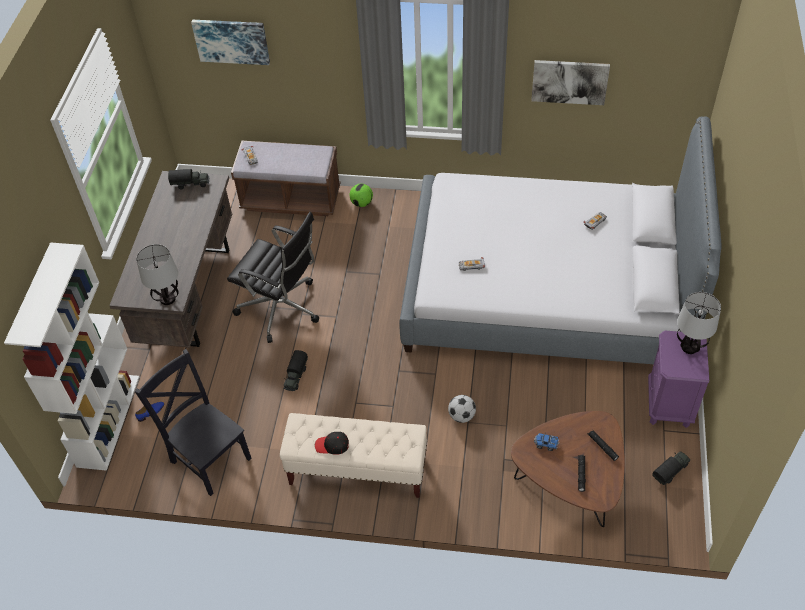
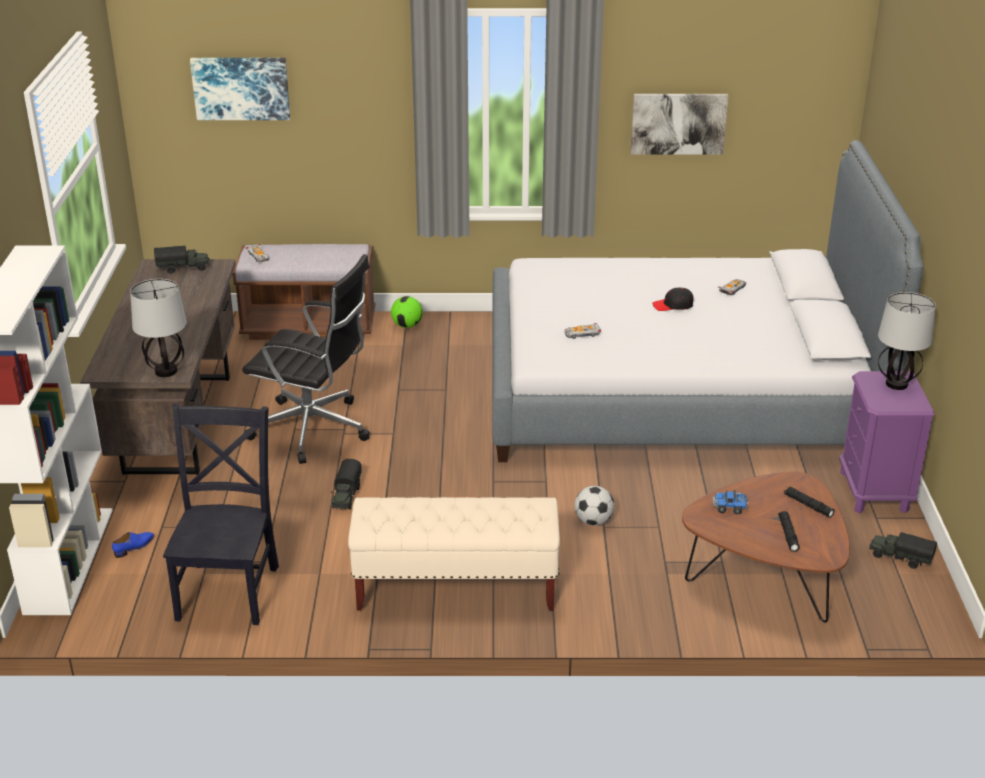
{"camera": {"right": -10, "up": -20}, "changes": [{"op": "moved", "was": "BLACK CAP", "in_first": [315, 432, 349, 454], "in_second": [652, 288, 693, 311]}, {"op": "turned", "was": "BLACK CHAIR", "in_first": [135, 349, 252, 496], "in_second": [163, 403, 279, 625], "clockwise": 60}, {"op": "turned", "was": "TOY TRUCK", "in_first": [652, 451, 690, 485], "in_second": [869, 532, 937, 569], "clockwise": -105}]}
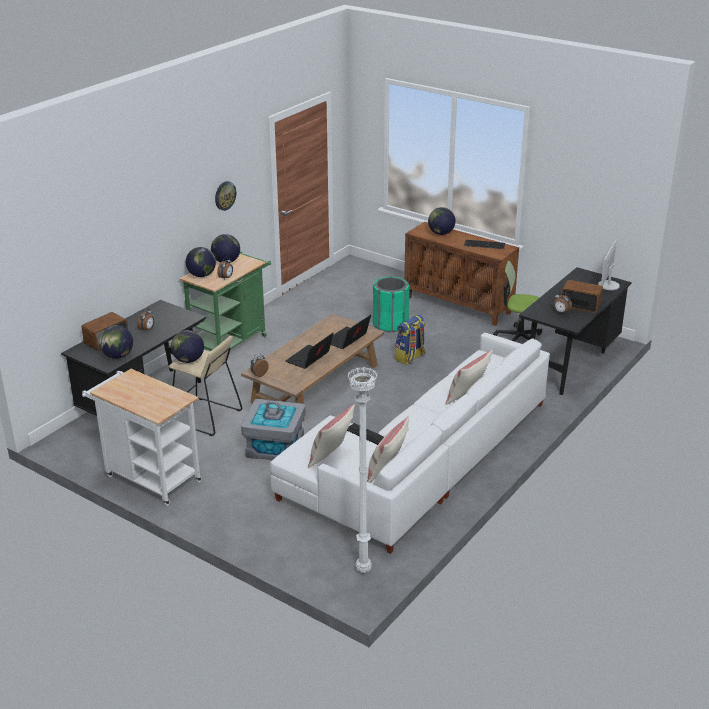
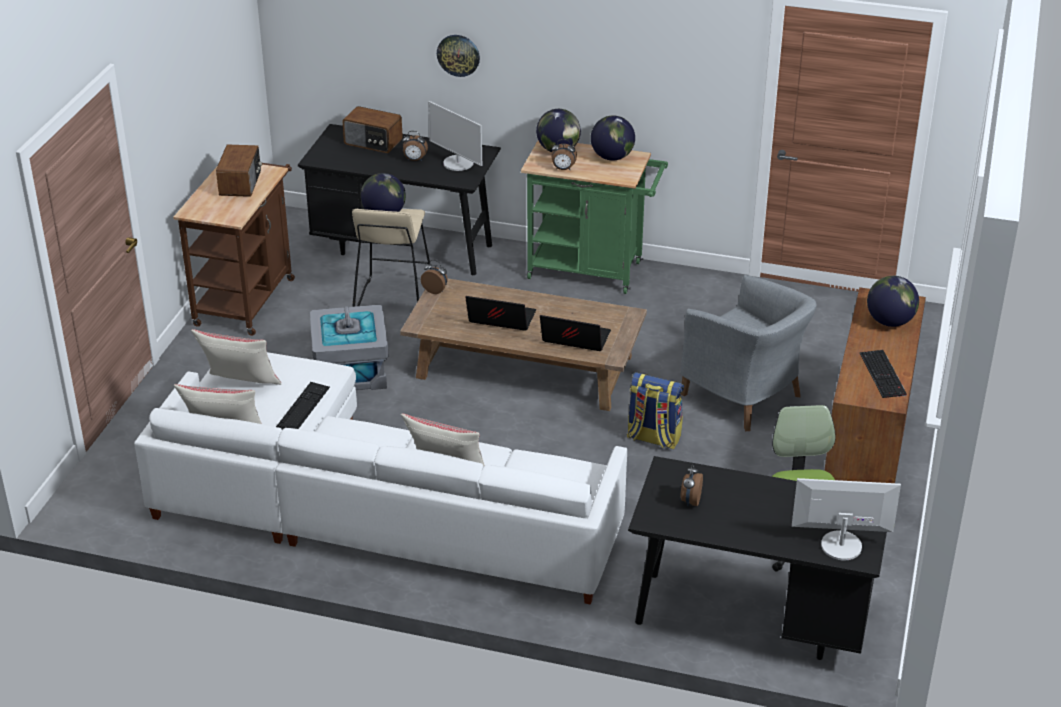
{"camera": {"right": 70, "up": 5}, "changes": [{"op": "removed", "was": "GLOBE", "in_first": [99, 325, 133, 359]}, {"op": "removed", "was": "WHITE FLOOR LAMP", "in_first": [347, 367, 378, 573]}, {"op": "added", "now": "MONITOR", "in_second": [428, 101, 482, 171]}, {"op": "moved", "was": "WALL CLOCK", "in_first": [215, 181, 236, 211], "in_second": [437, 35, 480, 77]}, {"op": "moved", "was": "RADIO", "in_first": [561, 280, 603, 313], "in_second": [216, 144, 262, 197]}, {"op": "replaced", "was": "GREEN TRASH CAN", "now": "GREY ARMCHAIR", "in_first": [373, 277, 409, 332], "in_second": [680, 275, 816, 431]}, {"op": "recoloured", "was": "WHITE CART", "now": "BROWN CART", "in_first": [82, 369, 202, 506], "in_second": [173, 163, 295, 336]}]}
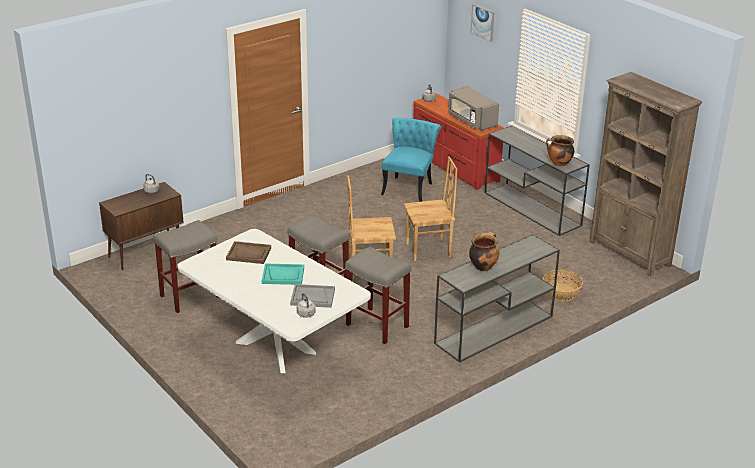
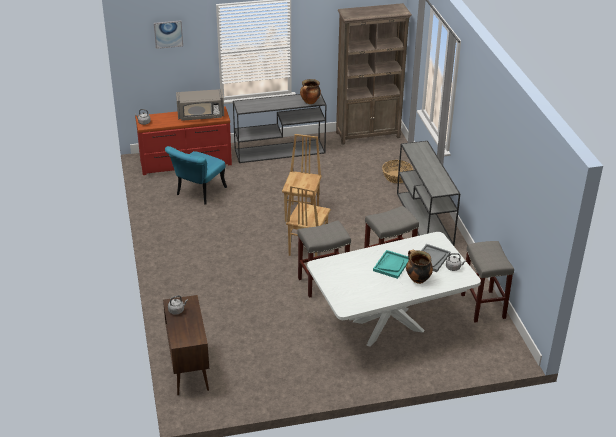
{"camera": {"right": -65, "up": 5}, "changes": [{"op": "removed", "was": "BROWN TRAY", "in_first": [226, 241, 271, 264]}, {"op": "moved", "was": "GREY STOOL", "in_first": [153, 220, 219, 313], "in_second": [461, 241, 514, 323]}, {"op": "moved", "was": "COOKING POT", "in_first": [469, 232, 499, 271], "in_second": [406, 250, 433, 284]}, {"op": "turned", "was": "TURQUOISE CHAIR", "in_first": [381, 117, 441, 202], "in_second": [165, 146, 227, 205], "clockwise": -105}]}
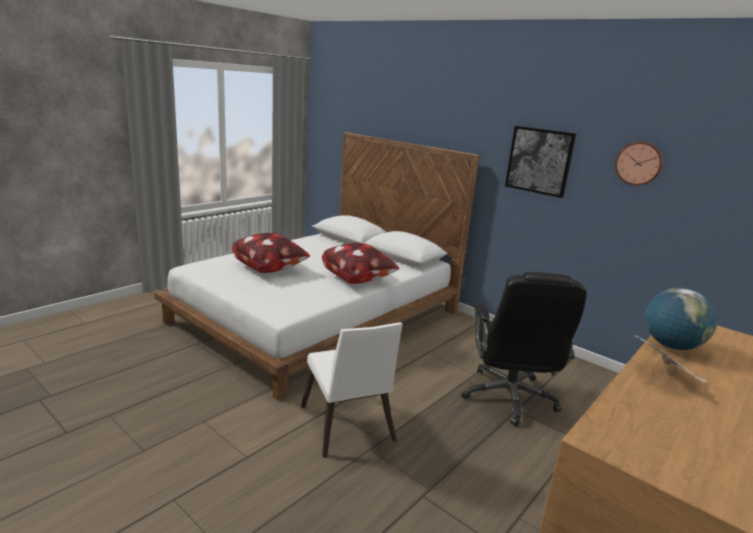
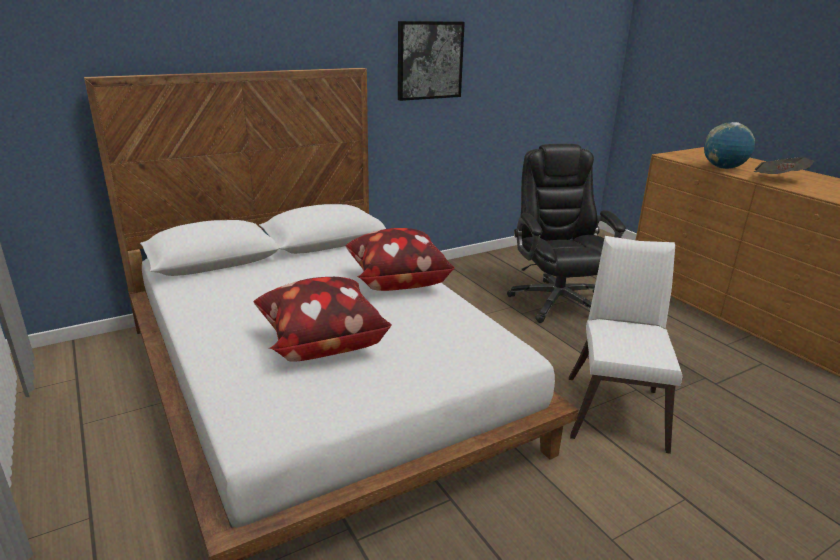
{"camera": {"right": -70, "up": 5}, "changes": [{"op": "removed", "was": "WALL CLOCK", "in_first": [615, 142, 663, 186]}, {"op": "turned", "was": "WHITE CHAIR", "in_first": [301, 322, 403, 458], "in_second": [569, 236, 683, 454], "clockwise": -75}, {"op": "turned", "was": "BLACK OFFICE CHAIR", "in_first": [461, 272, 587, 426], "in_second": [507, 144, 626, 323], "clockwise": -120}]}
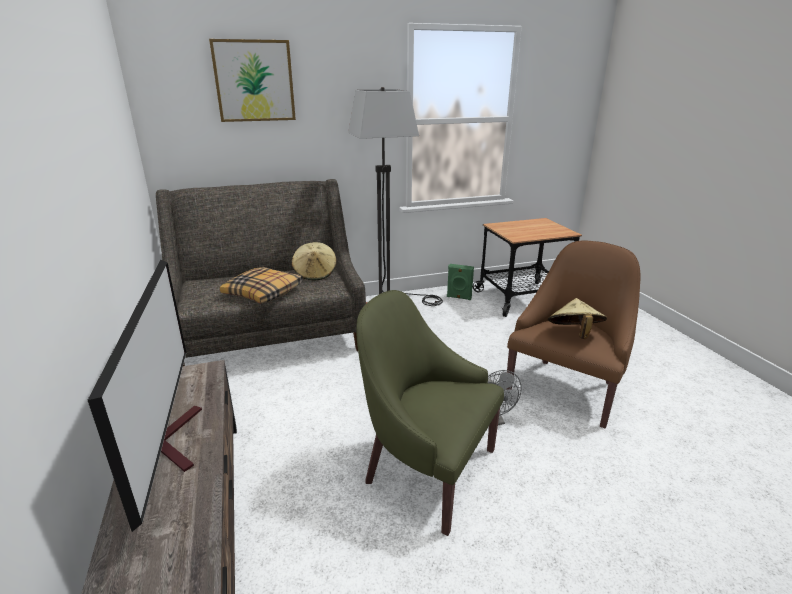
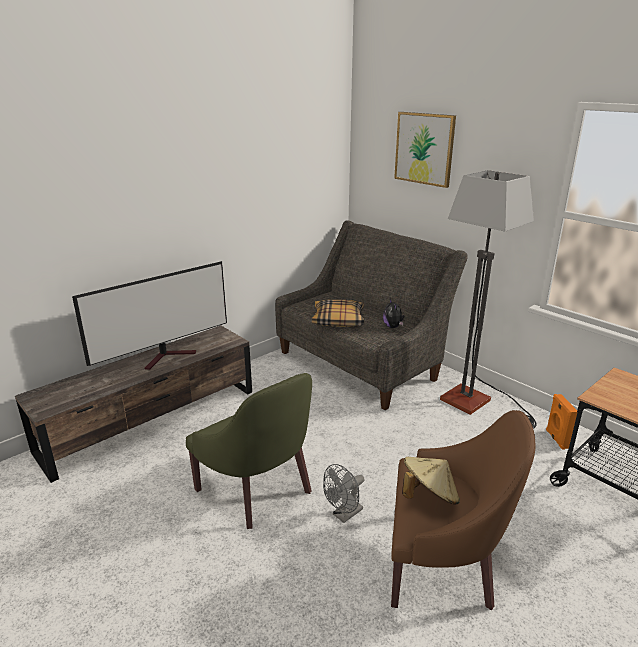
{"camera": {"right": 65, "up": 0}, "changes": [{"op": "replaced", "was": "BEIGE HAT", "now": "PLUSH TOY", "in_first": [291, 242, 337, 280], "in_second": [383, 299, 404, 328]}, {"op": "recoloured", "was": "GREEN SPEAKER", "now": "ORANGE SPEAKER", "in_first": [447, 264, 474, 300], "in_second": [546, 394, 577, 450]}, {"op": "turned", "was": "GREEN ARMCHAIR", "in_first": [356, 290, 504, 536], "in_second": [186, 373, 312, 529], "clockwise": 135}]}
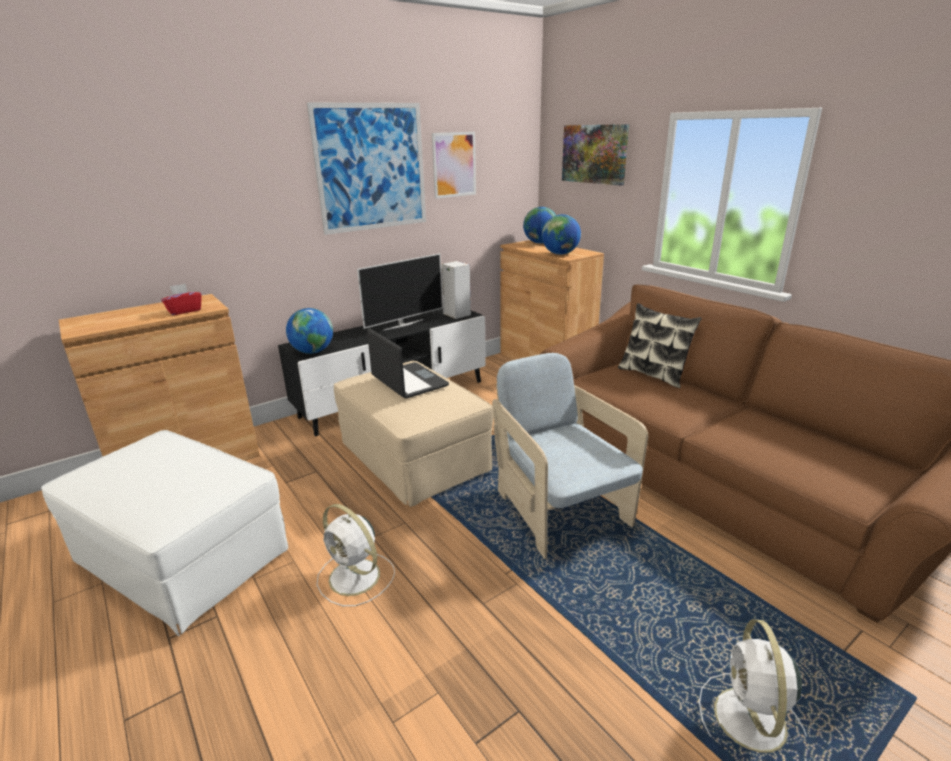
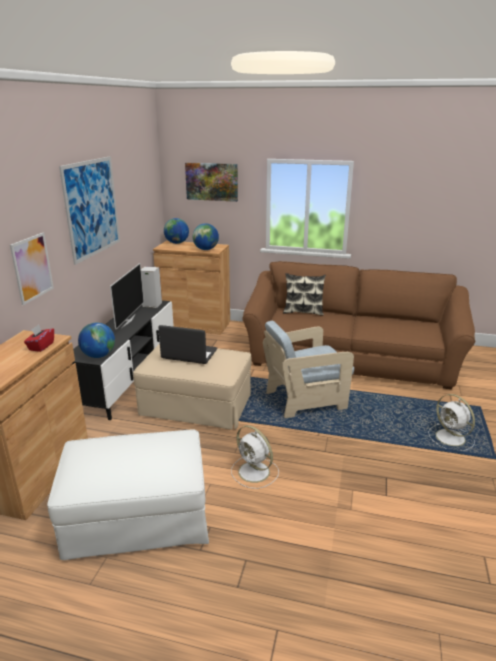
{"camera": {"right": -40, "up": 0}, "changes": [{"op": "moved", "was": "PICTURE", "in_first": [432, 132, 476, 199], "in_second": [10, 233, 54, 305]}, {"op": "turned", "was": "WHITE FAN", "in_first": [317, 504, 395, 606], "in_second": [231, 425, 279, 489], "clockwise": 45}, {"op": "turned", "was": "BEIGE ARMCHAIR", "in_first": [492, 353, 648, 559], "in_second": [263, 321, 354, 418], "clockwise": -45}]}
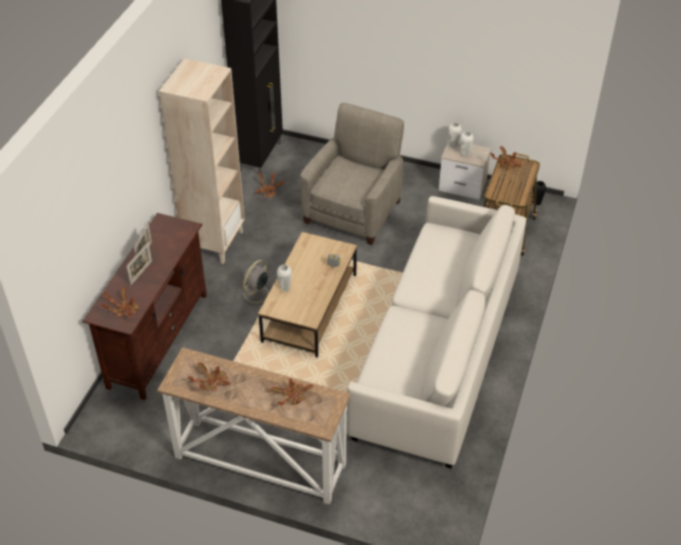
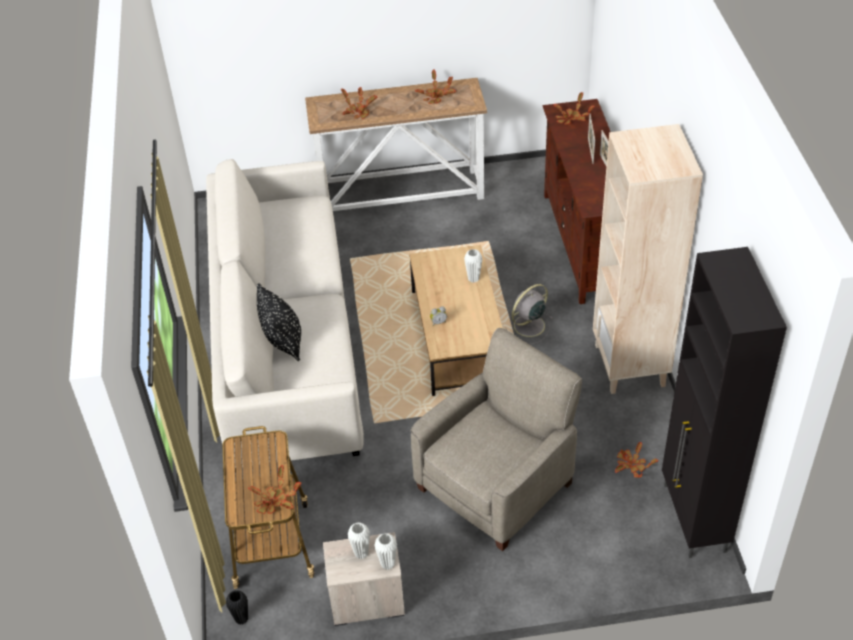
{"camera": {"right": 155, "up": 0}, "changes": [{"op": "added", "now": "BLACK PILLOW", "in_second": [257, 283, 301, 361]}, {"op": "turned", "was": "GREY FAN", "in_first": [238, 260, 274, 308], "in_second": [506, 284, 553, 344], "clockwise": -135}, {"op": "turned", "was": "BEIGE ARMCHAIR", "in_first": [300, 103, 404, 245], "in_second": [411, 328, 582, 551], "clockwise": -135}]}
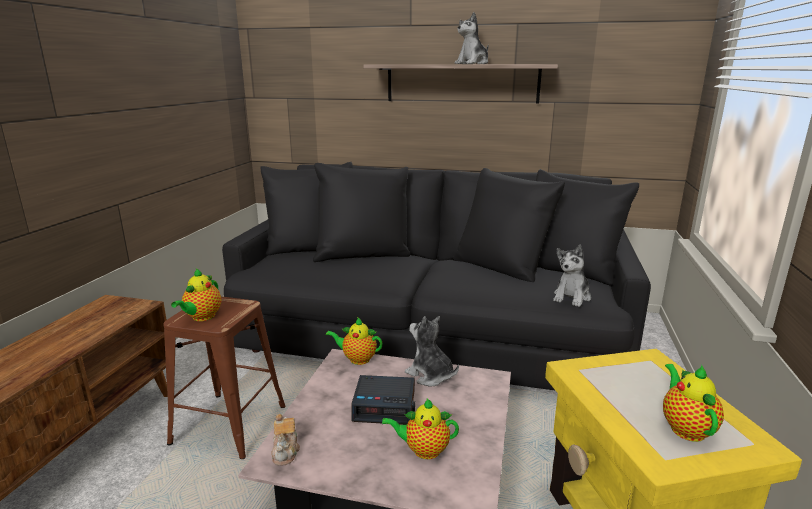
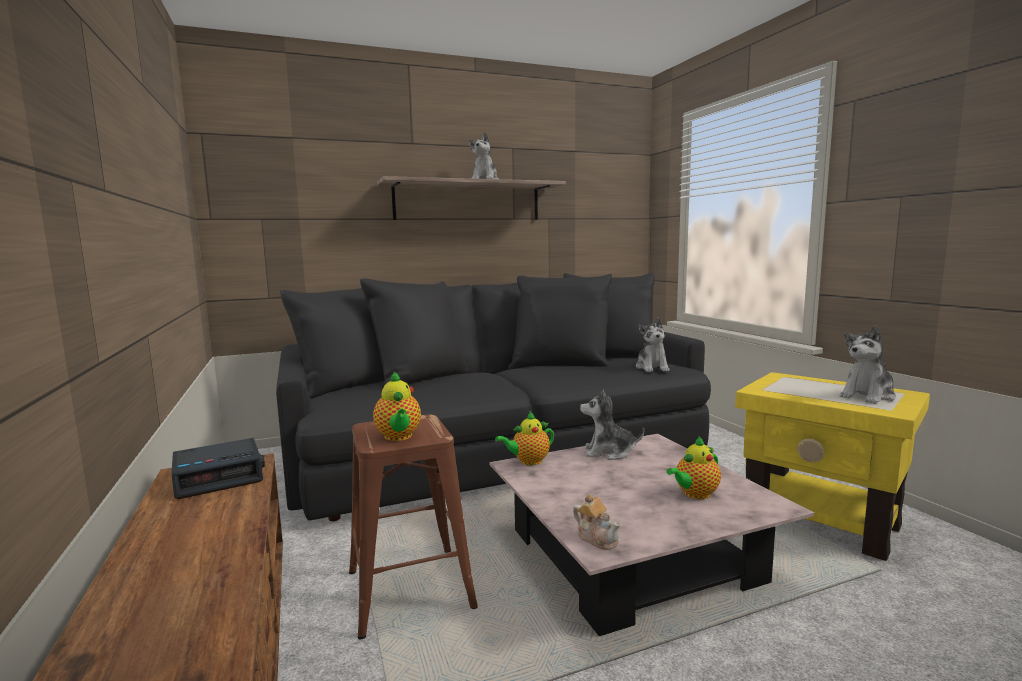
{"camera": {"right": -35, "up": -10}, "changes": [{"op": "moved", "was": "ALARM CLOCK", "in_first": [351, 375, 415, 425], "in_second": [171, 438, 265, 499]}, {"op": "replaced", "was": "TEAPOT", "now": "PLUSH TOY", "in_first": [663, 364, 724, 442], "in_second": [839, 326, 896, 404]}]}
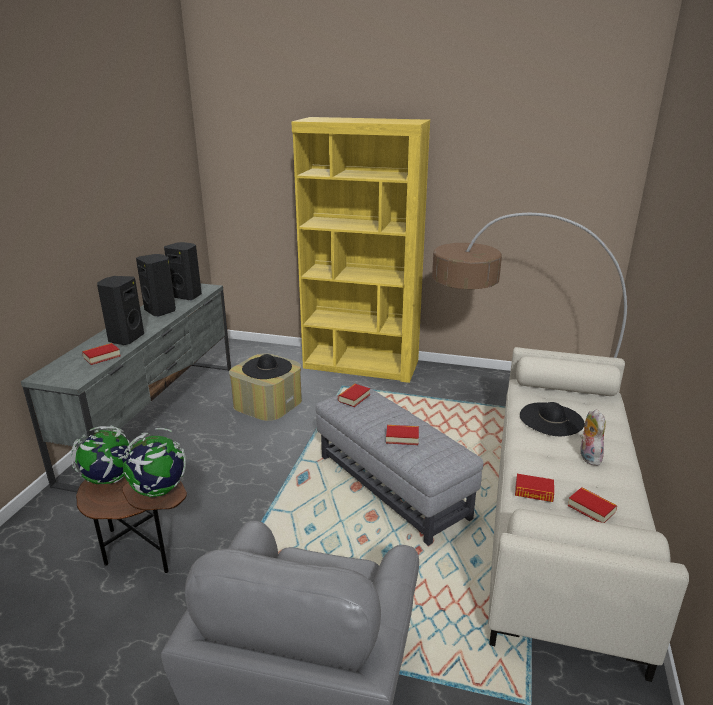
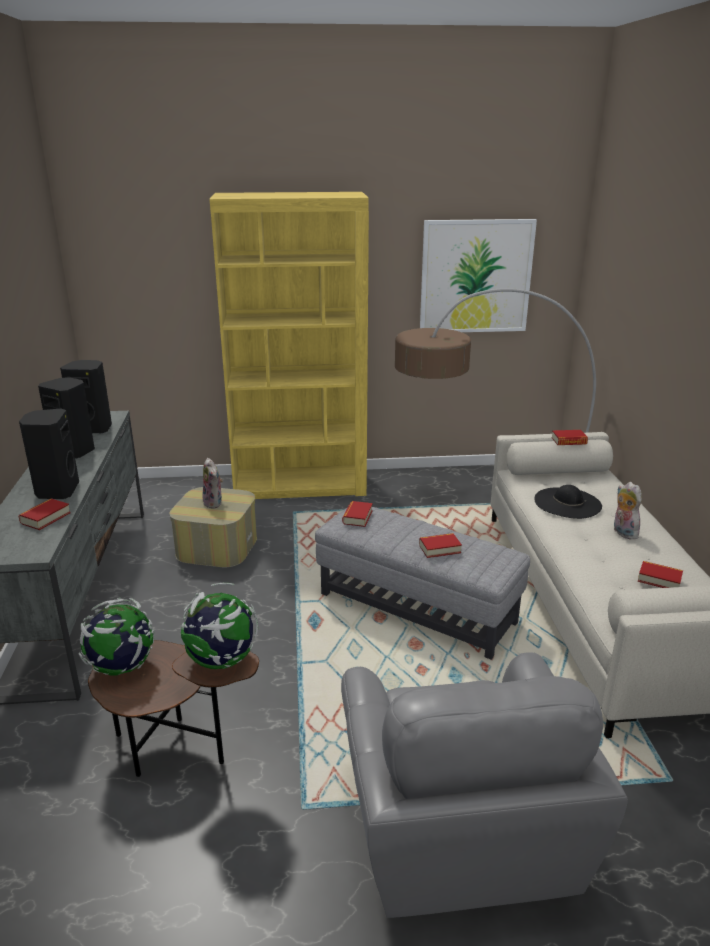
{"camera": {"right": -20, "up": 0}, "changes": [{"op": "added", "now": "PICTURE", "in_second": [420, 219, 537, 332]}, {"op": "moved", "was": "BOOK", "in_first": [515, 474, 554, 502], "in_second": [552, 430, 588, 445]}, {"op": "replaced", "was": "BLACK HAT", "now": "PLUSH TOY", "in_first": [242, 354, 292, 379], "in_second": [202, 458, 223, 509]}]}
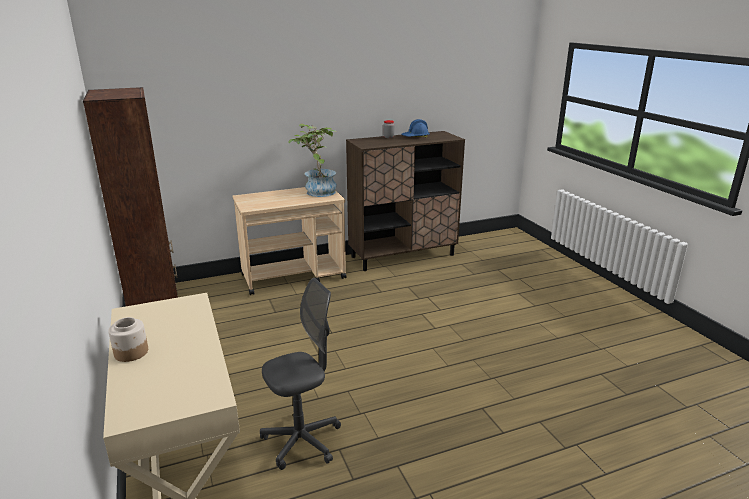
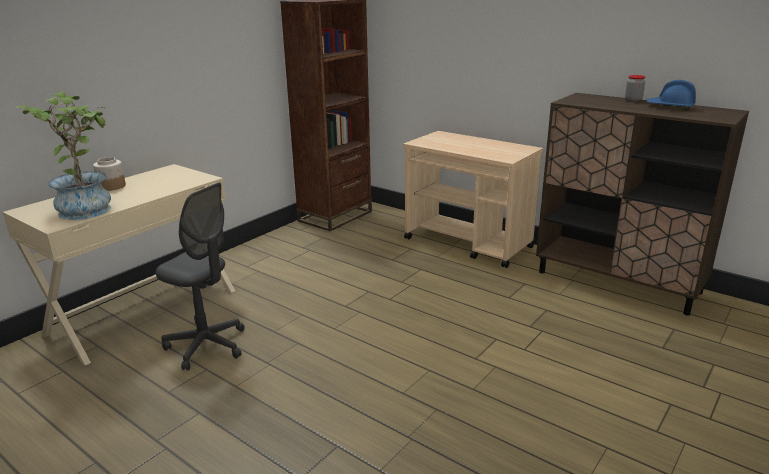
{"camera": {"right": 60, "up": 0}, "changes": [{"op": "moved", "was": "POTTED PLANT", "in_first": [288, 124, 337, 197], "in_second": [16, 92, 111, 220]}]}
